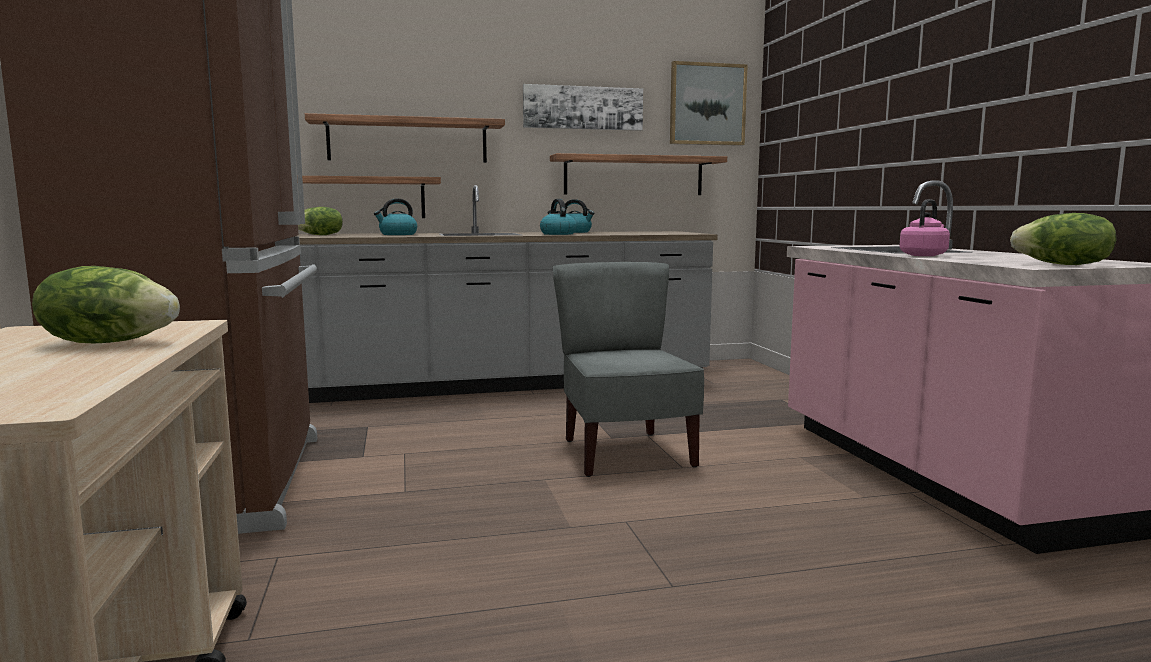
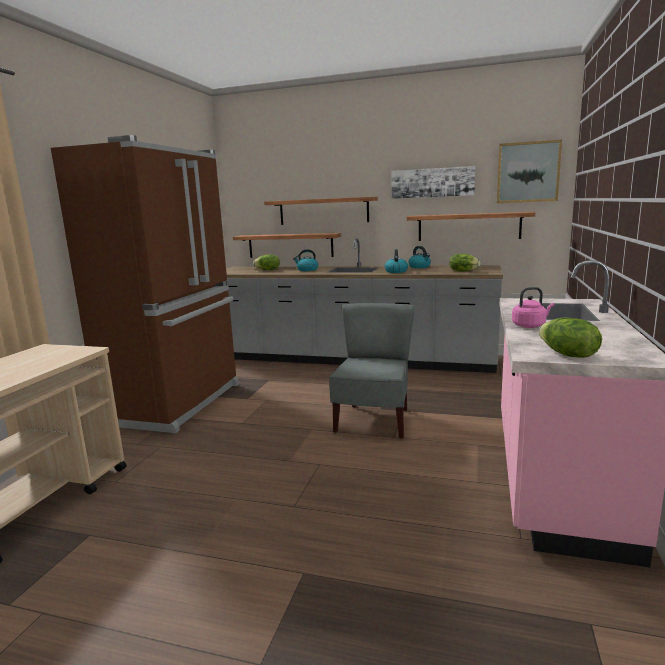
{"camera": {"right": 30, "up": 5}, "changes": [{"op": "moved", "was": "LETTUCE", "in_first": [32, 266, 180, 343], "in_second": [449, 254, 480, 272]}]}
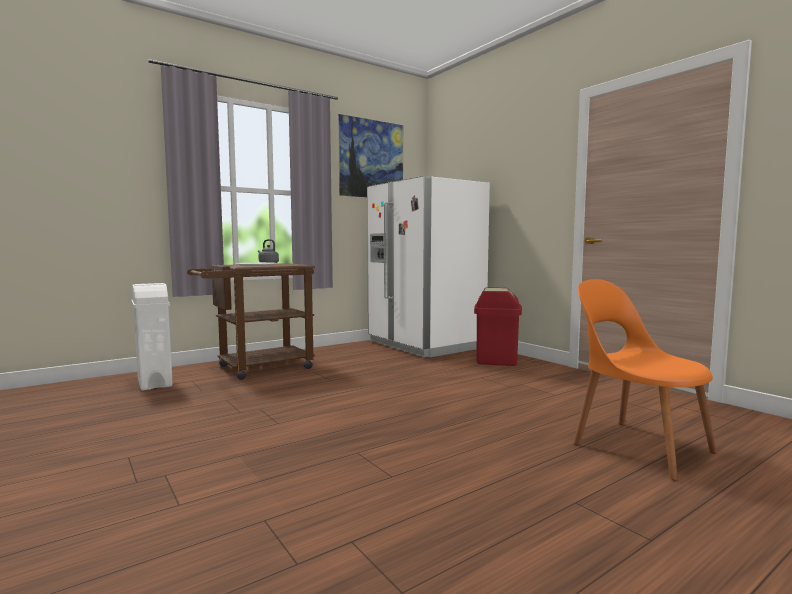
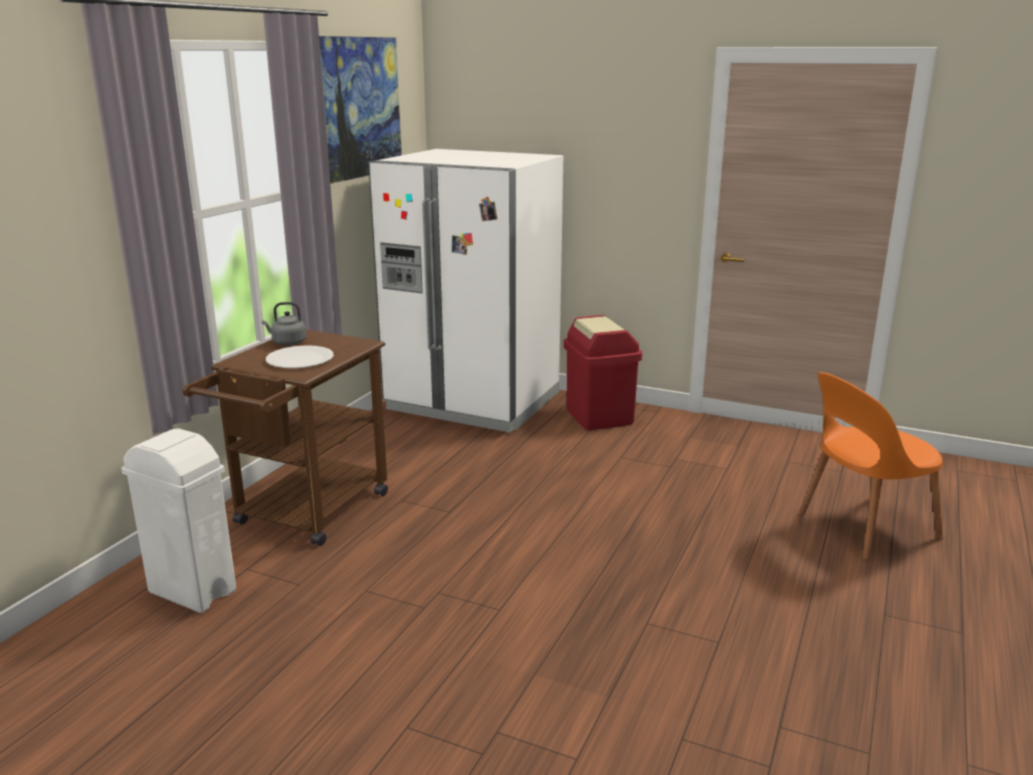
{"camera": {"right": -30, "up": 15}, "changes": [{"op": "turned", "was": "ORANGE CHAIR", "in_first": [573, 279, 717, 481], "in_second": [799, 372, 943, 560], "clockwise": -45}]}
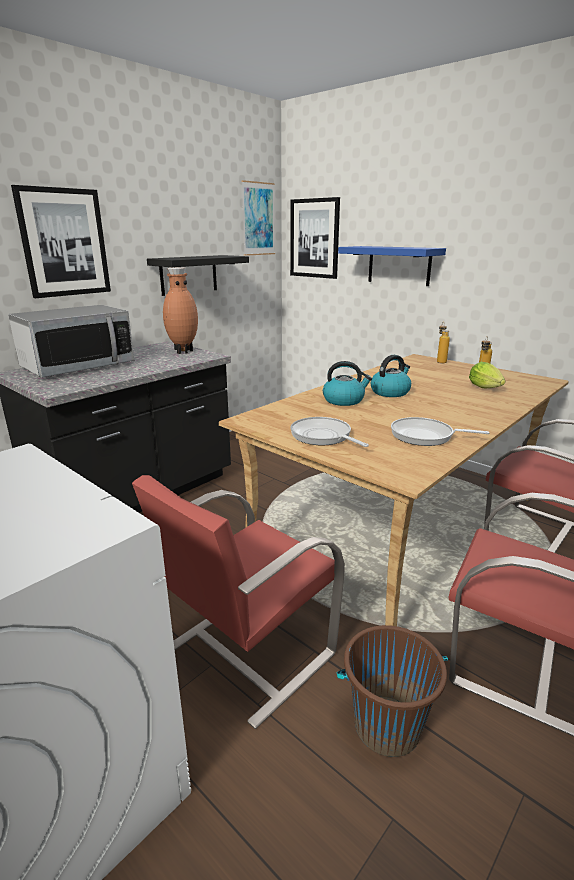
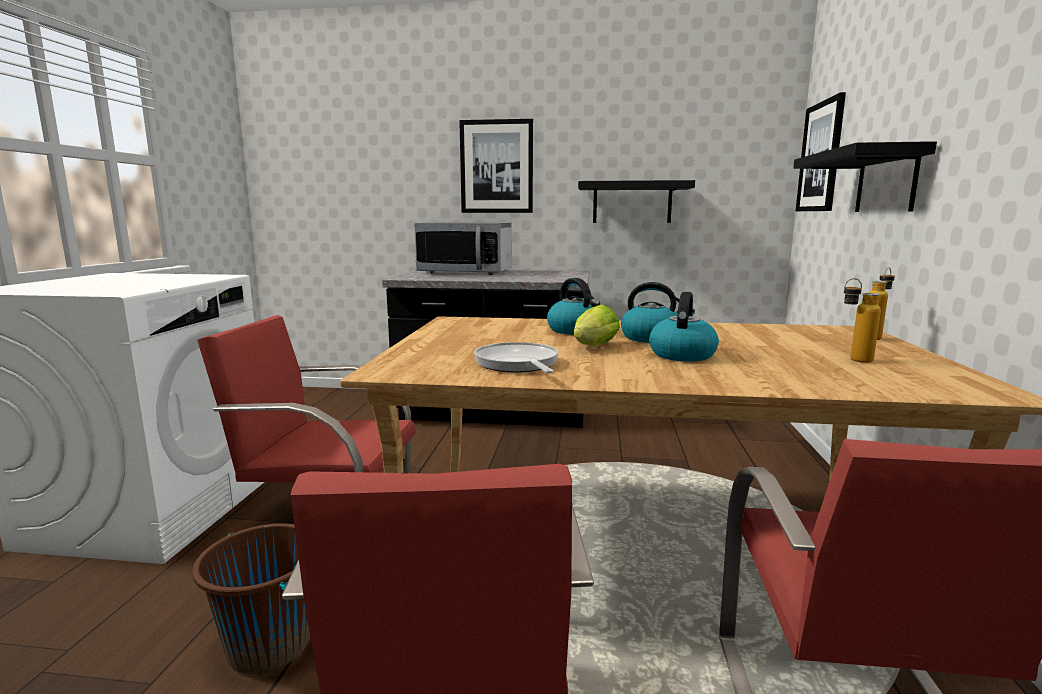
{"camera": {"right": 55, "up": -10}, "changes": [{"op": "removed", "was": "BROWN VASE", "in_first": [163, 267, 198, 354]}, {"op": "removed", "was": "PICTURE", "in_first": [241, 180, 275, 256]}, {"op": "removed", "was": "FRYING PAN", "in_first": [290, 417, 369, 447]}, {"op": "added", "now": "KETTLE", "in_second": [649, 292, 719, 362]}, {"op": "moved", "was": "LETTUCE", "in_first": [469, 362, 505, 388], "in_second": [574, 305, 620, 346]}, {"op": "recoloured", "was": "BLUE SHELF", "now": "BLACK SHELF", "in_first": [338, 246, 446, 286], "in_second": [793, 141, 937, 212]}]}
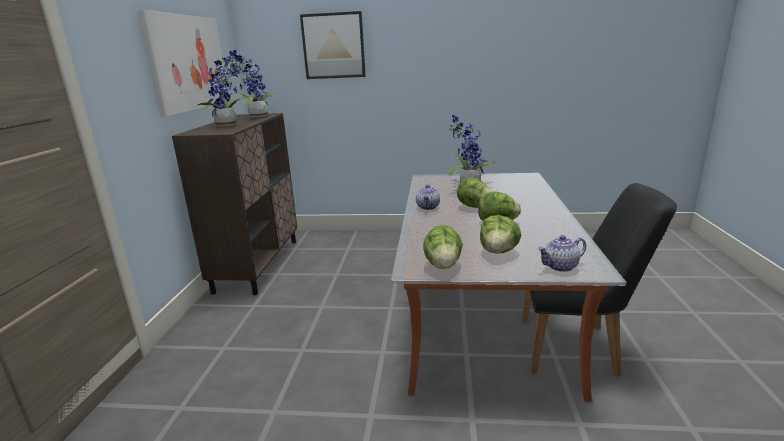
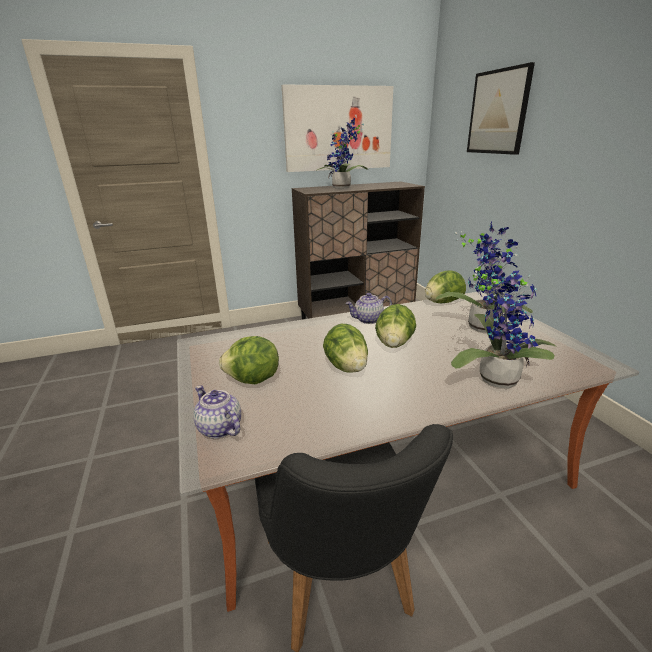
{"camera": {"right": 65, "up": 5}, "changes": [{"op": "moved", "was": "POTTED PLANT", "in_first": [226, 51, 277, 118], "in_second": [451, 248, 557, 388]}, {"op": "moved", "was": "LETTUCE", "in_first": [423, 225, 463, 269], "in_second": [425, 271, 466, 303]}]}
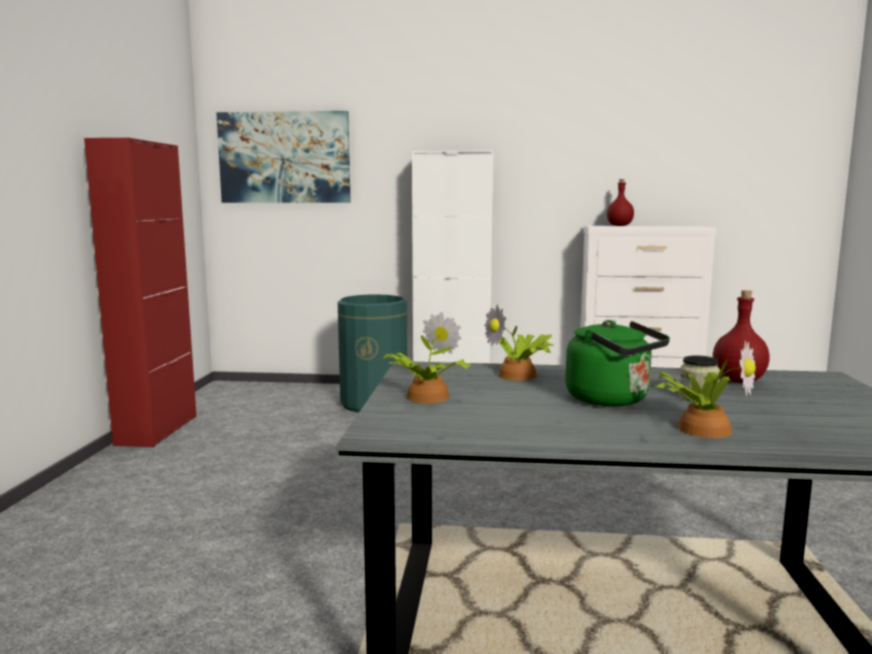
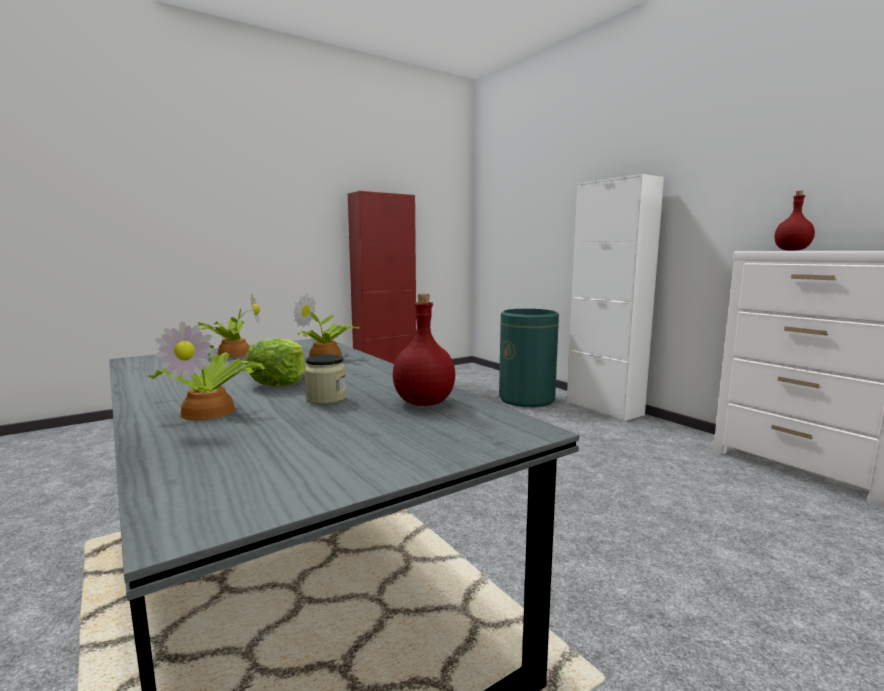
{"camera": {"right": 50, "up": 0}, "changes": [{"op": "removed", "was": "PICTURE", "in_first": [216, 111, 351, 203]}, {"op": "replaced", "was": "GREEN KETTLE", "now": "LETTUCE", "in_first": [565, 320, 670, 406], "in_second": [245, 338, 306, 386]}]}
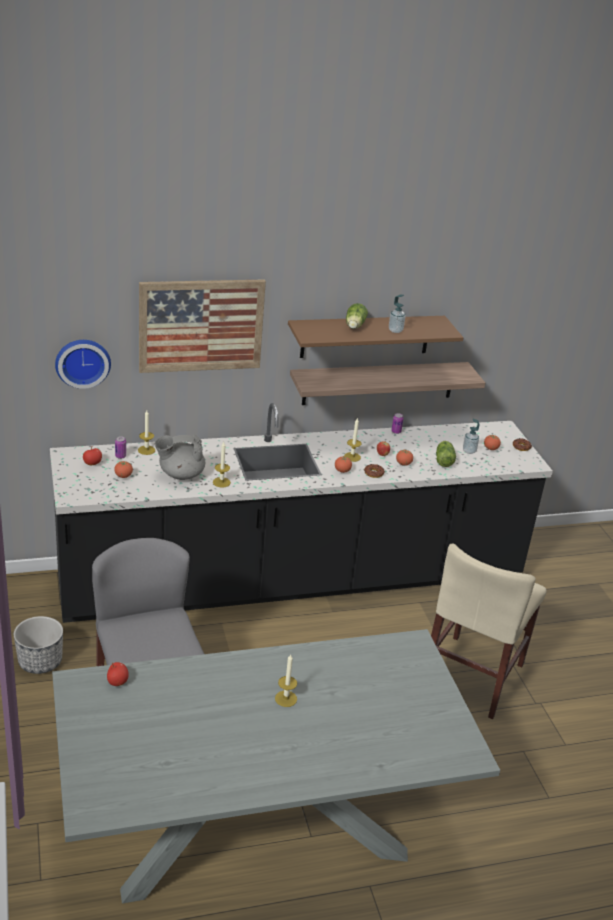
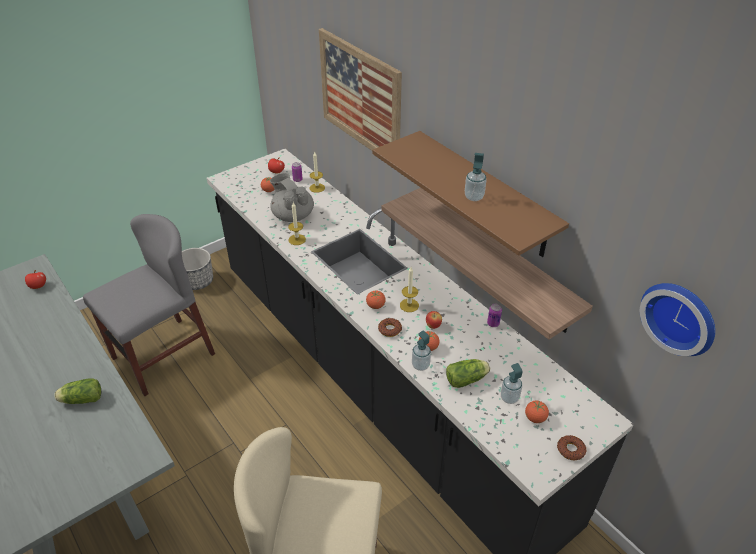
{"camera": {"right": 70, "up": 10}, "changes": [{"op": "removed", "was": "CANDLE", "in_first": [275, 654, 297, 707]}, {"op": "added", "now": "SOAP DISPENSER", "in_second": [412, 330, 431, 371]}, {"op": "moved", "was": "WALL CLOCK", "in_first": [55, 340, 111, 389], "in_second": [640, 283, 715, 356]}, {"op": "moved", "was": "LETTUCE", "in_first": [346, 303, 368, 329], "in_second": [54, 378, 101, 404]}]}
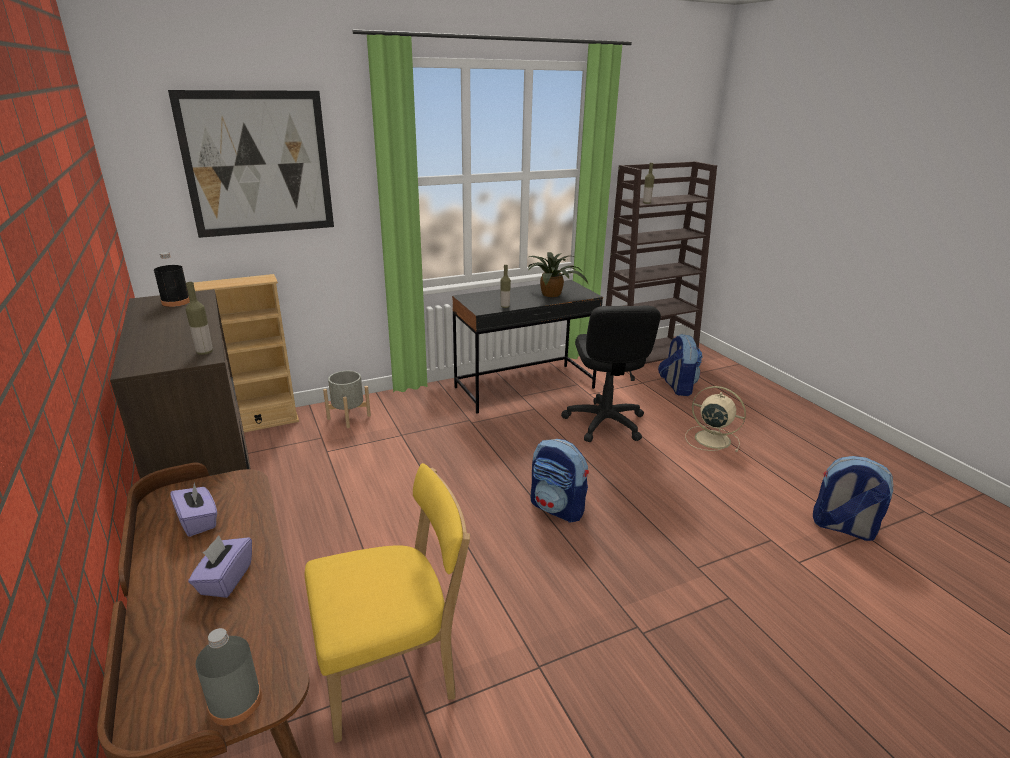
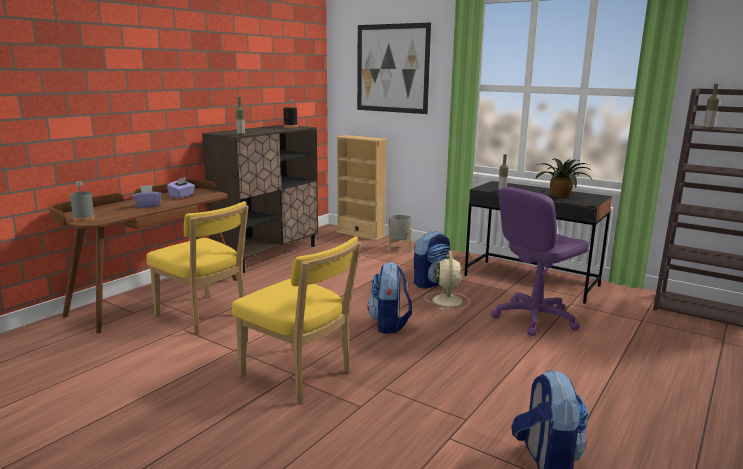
{"camera": {"right": 60, "up": -10}, "changes": [{"op": "added", "now": "YELLOW CHAIR", "in_second": [232, 236, 361, 404]}, {"op": "moved", "was": "BACKPACK", "in_first": [658, 334, 702, 396], "in_second": [414, 231, 451, 289]}, {"op": "moved", "was": "BEIGE FAN", "in_first": [685, 386, 746, 452], "in_second": [425, 250, 470, 310]}, {"op": "recoloured", "was": "BLACK OFFICE CHAIR", "now": "PURPLE OFFICE CHAIR", "in_first": [561, 306, 661, 442], "in_second": [491, 187, 589, 336]}]}
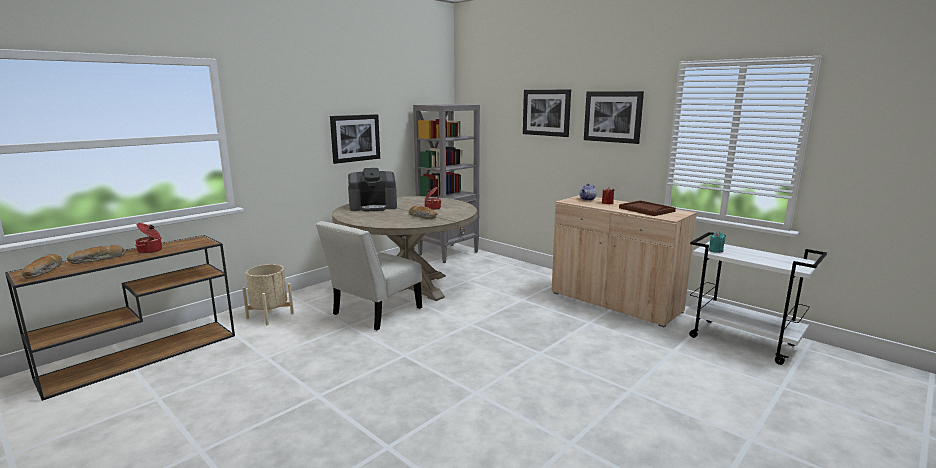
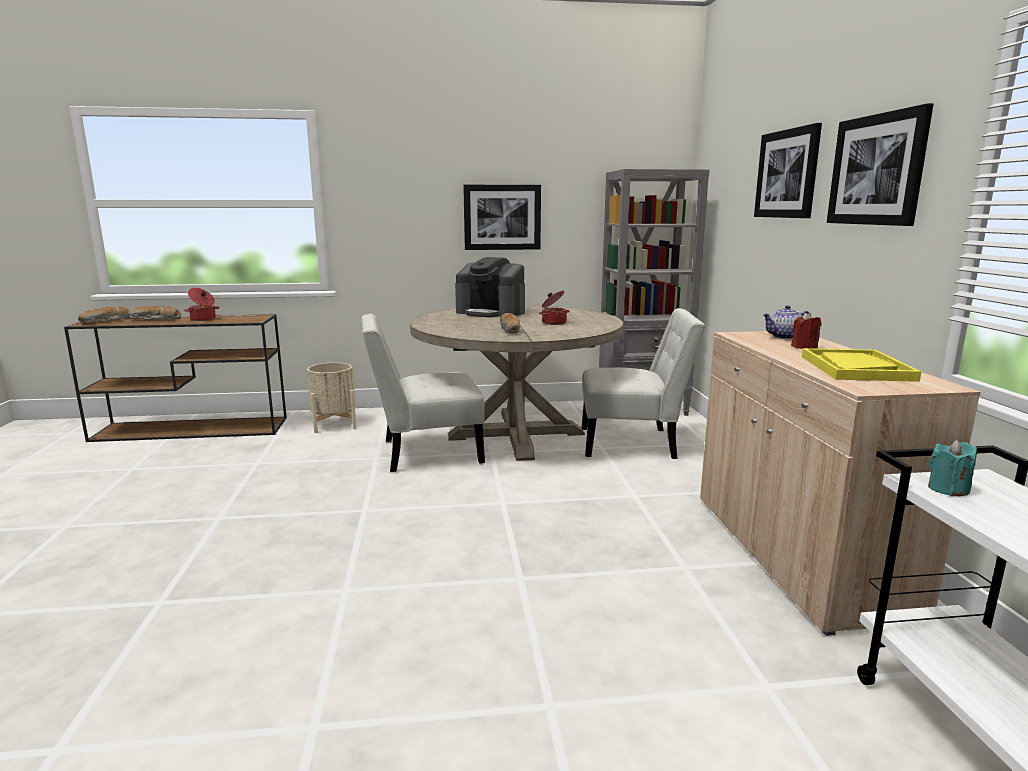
{"camera": {"right": 40, "up": 0}, "changes": [{"op": "added", "now": "WHITE CHAIR", "in_second": [582, 308, 706, 459]}, {"op": "recoloured", "was": "BROWN TRAY", "now": "YELLOW TRAY", "in_first": [619, 200, 676, 216], "in_second": [802, 348, 921, 382]}]}
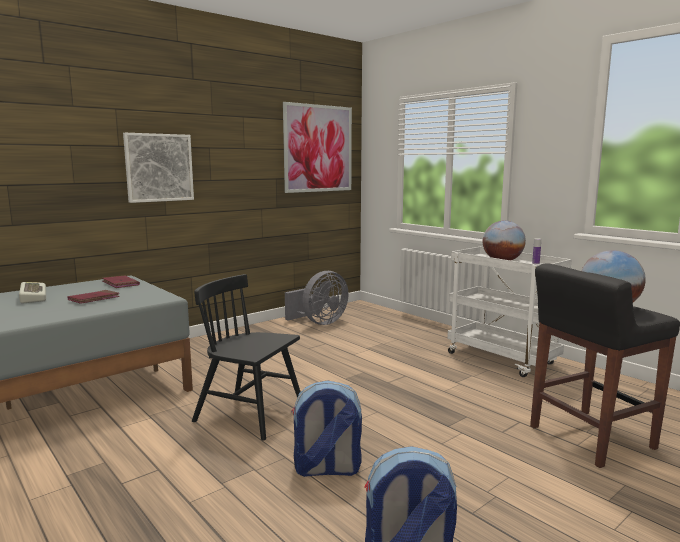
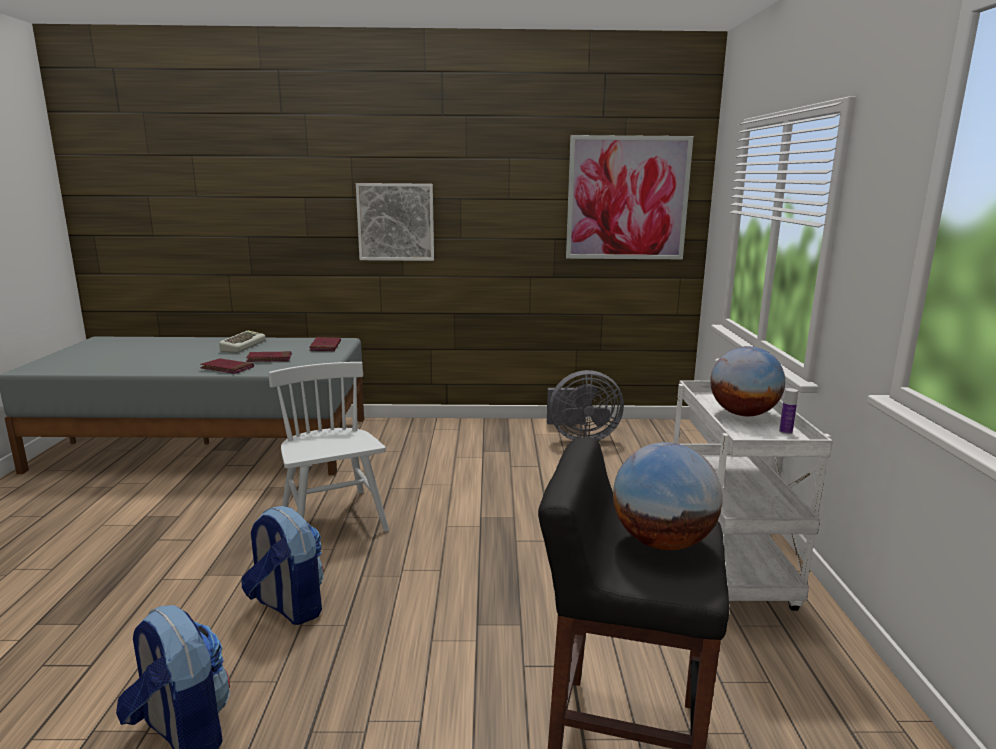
{"camera": {"right": 40, "up": 5}, "changes": [{"op": "added", "now": "RED BOOK", "in_second": [200, 358, 254, 374]}, {"op": "recoloured", "was": "BLACK CHAIR", "now": "WHITE CHAIR", "in_first": [192, 274, 301, 441], "in_second": [268, 362, 389, 532]}]}
